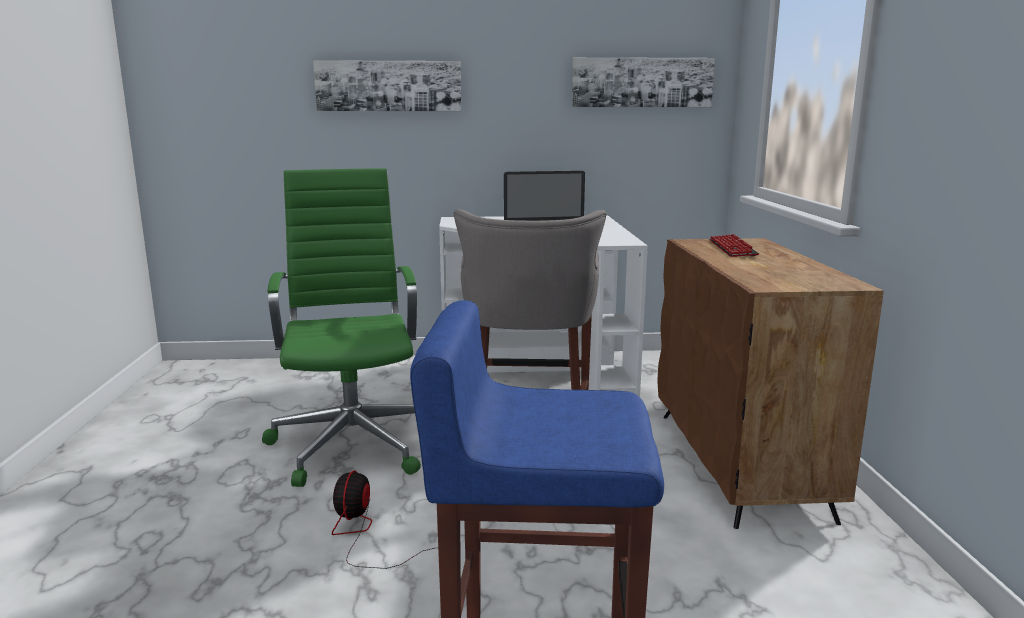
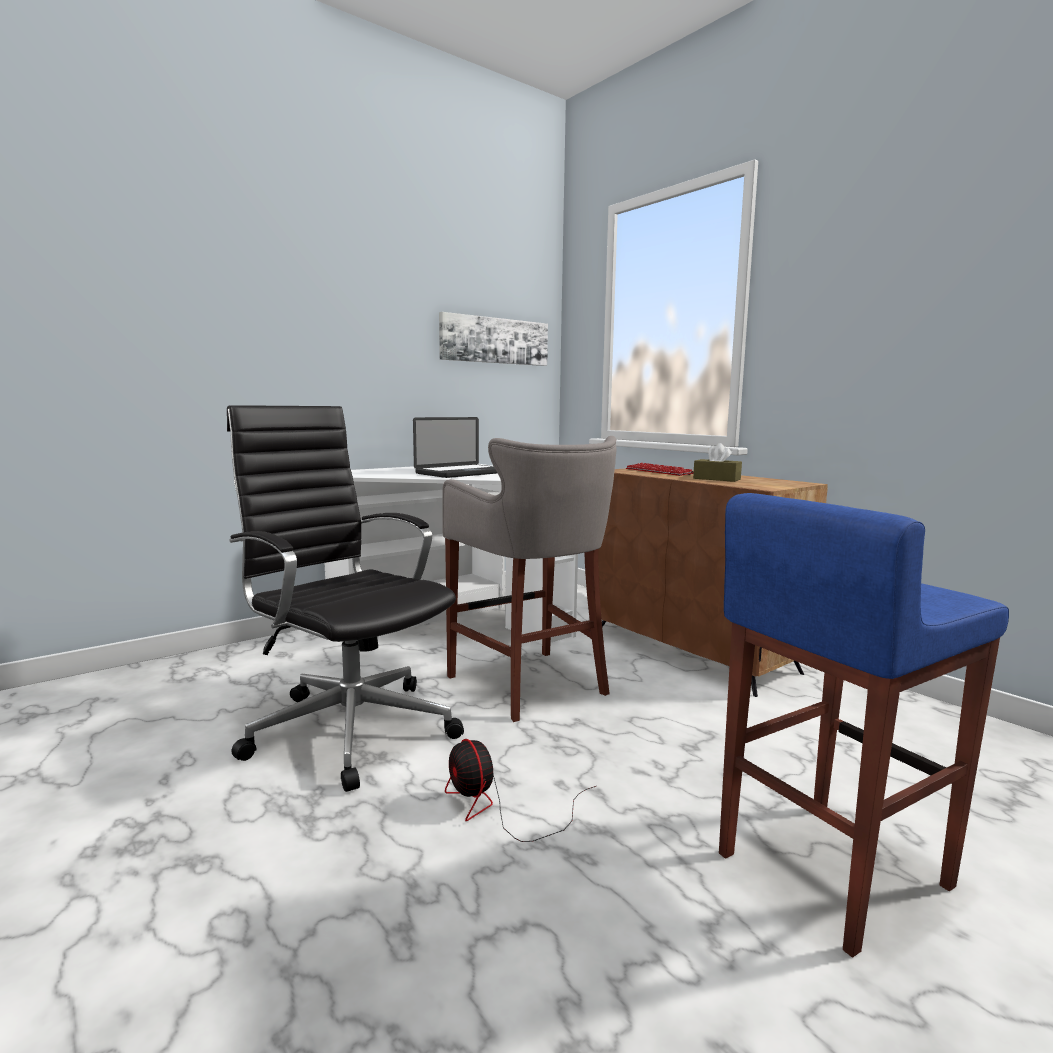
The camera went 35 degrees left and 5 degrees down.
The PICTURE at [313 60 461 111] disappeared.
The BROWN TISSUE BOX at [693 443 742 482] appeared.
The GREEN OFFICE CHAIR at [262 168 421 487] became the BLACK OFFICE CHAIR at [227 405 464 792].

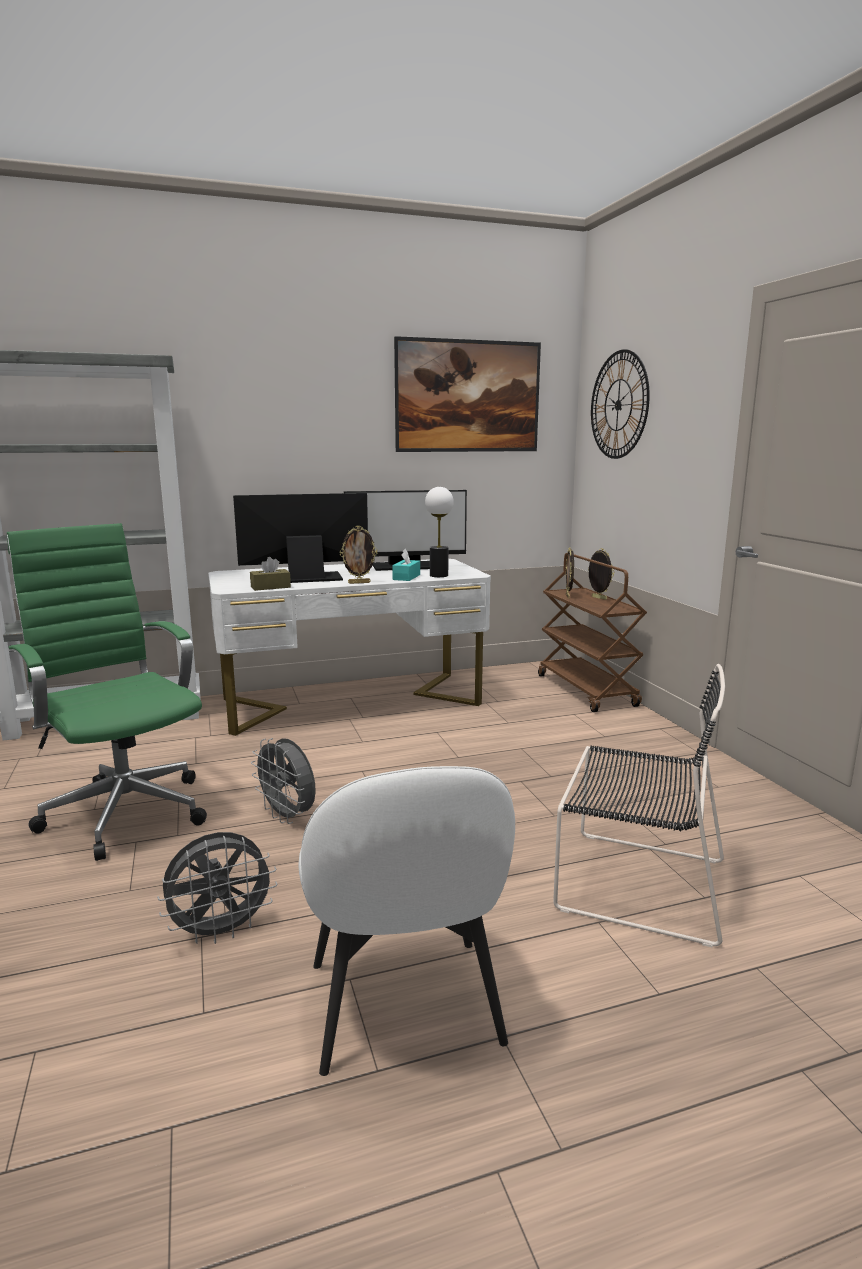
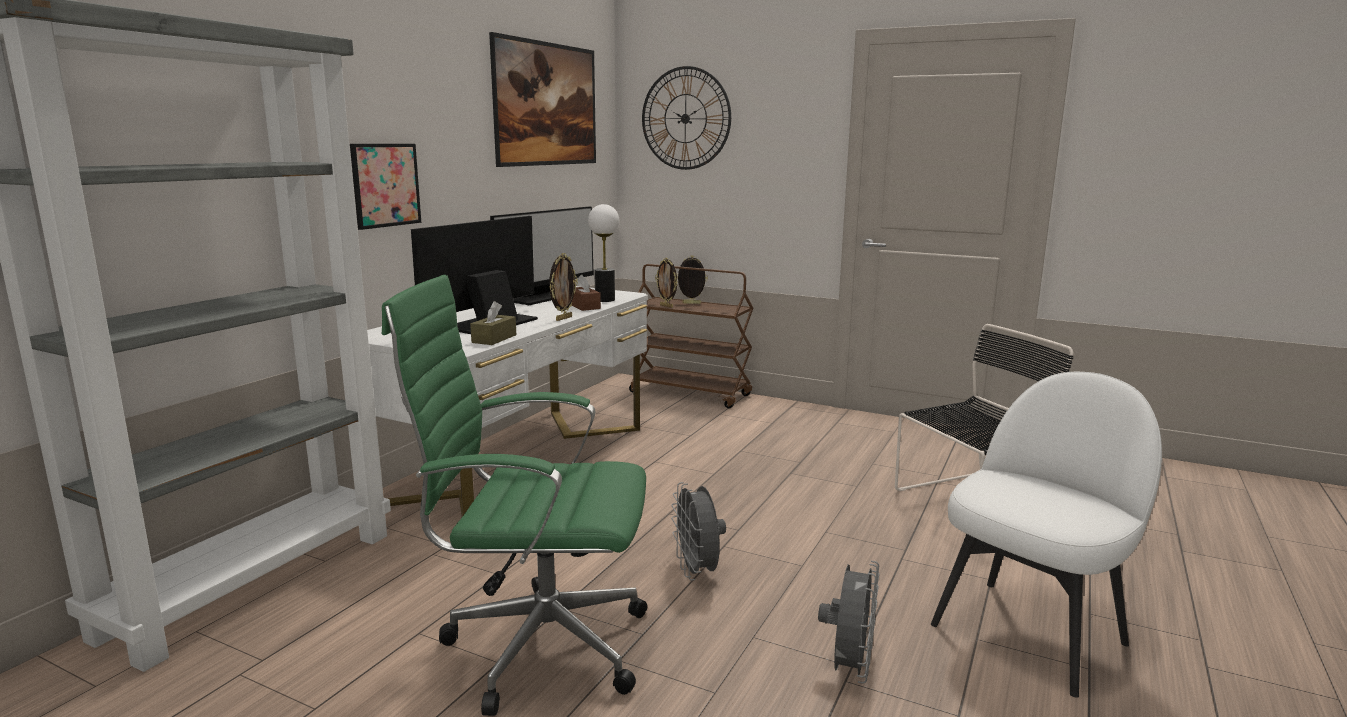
The camera went 45 degrees left and 0 degrees up.
The PICTURE at [350 144 421 230] appeared.
The TURQUOISE TISSUE BOX at [392 549 420 581] became the BROWN TISSUE BOX at [572 275 601 311].
The GREY FAN at [251 738 316 824] turned 75 degrees clockwise.
The WHITE CHAIR at [299 766 515 1076] turned 75 degrees counterclockwise.

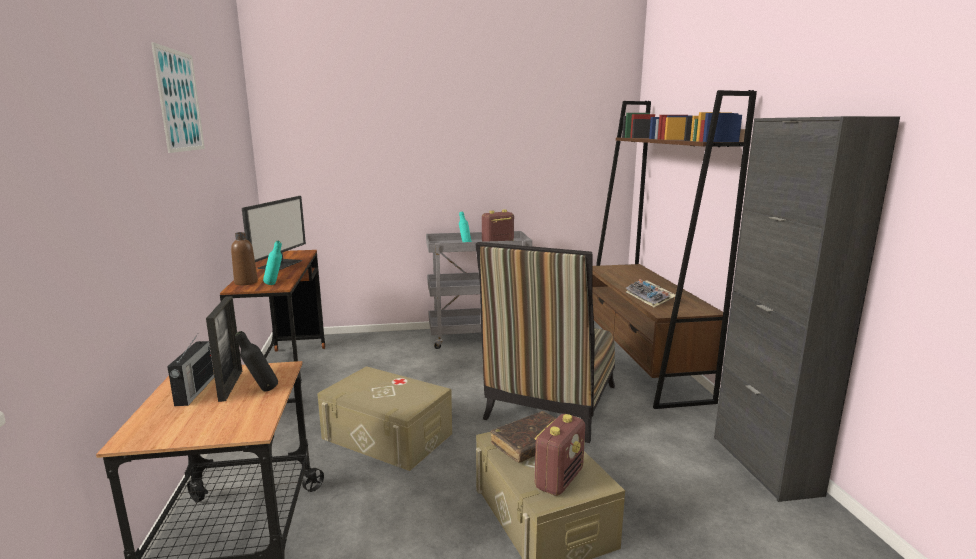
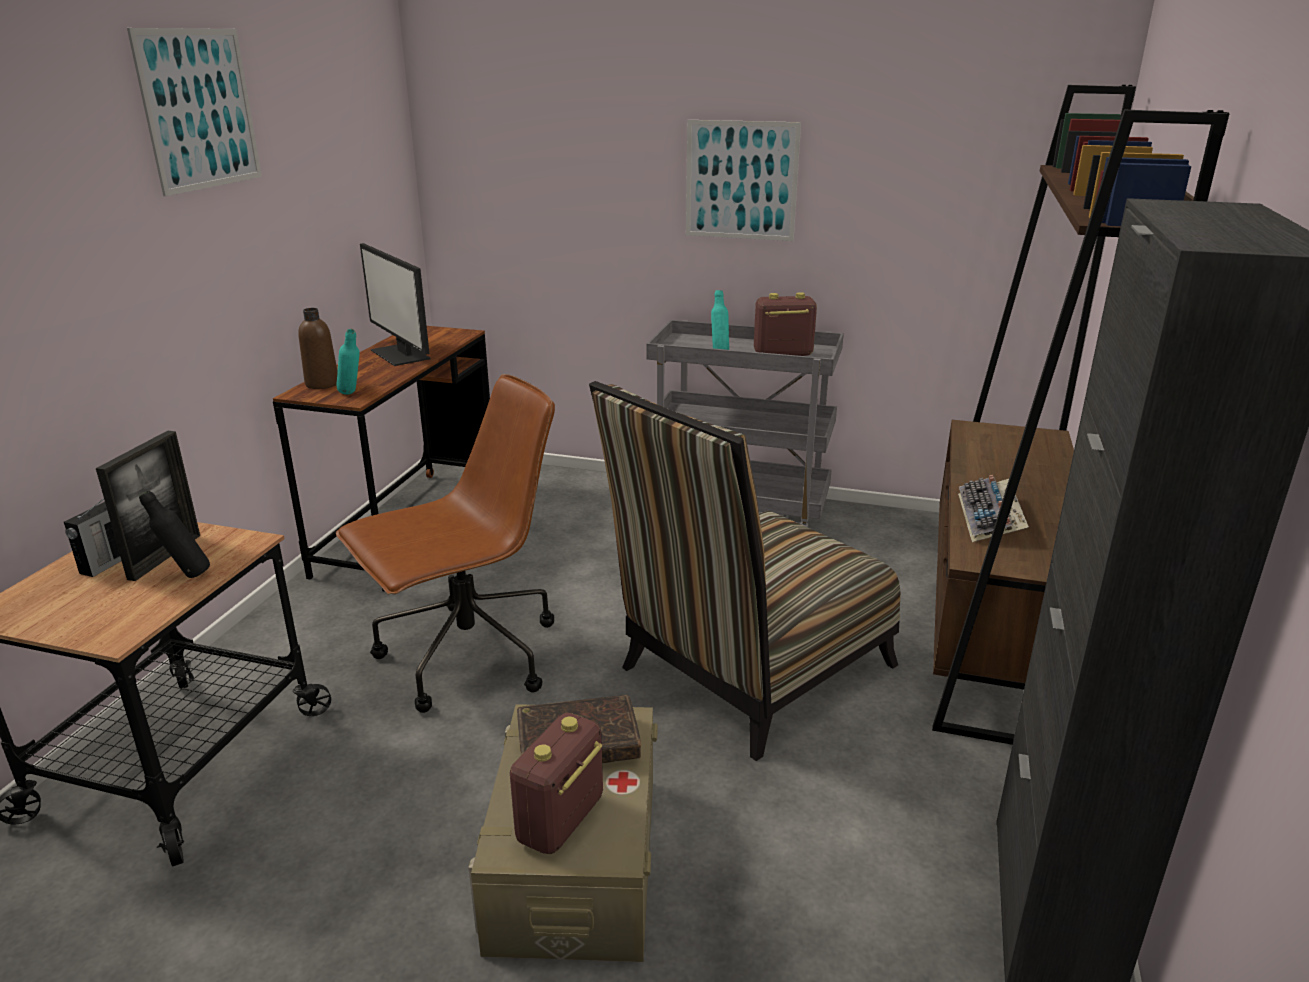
The camera went 25 degrees right and 10 degrees up.
The PICTURE at [686 120 801 241] appeared.
The BEIGE STORAGE BOX at [317 366 452 471] was replaced by the BROWN OFFICE CHAIR at [336 374 555 713].
The MONITOR at [242 196 306 270] turned 105 degrees clockwise.
The RADIO at [535 414 585 496] turned 150 degrees clockwise.

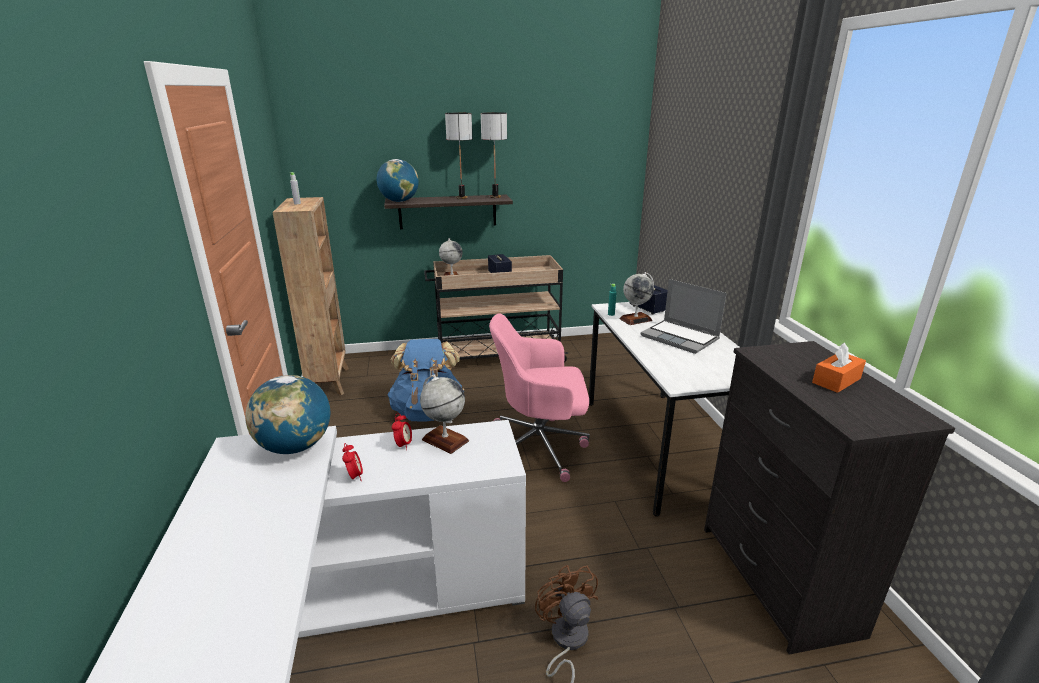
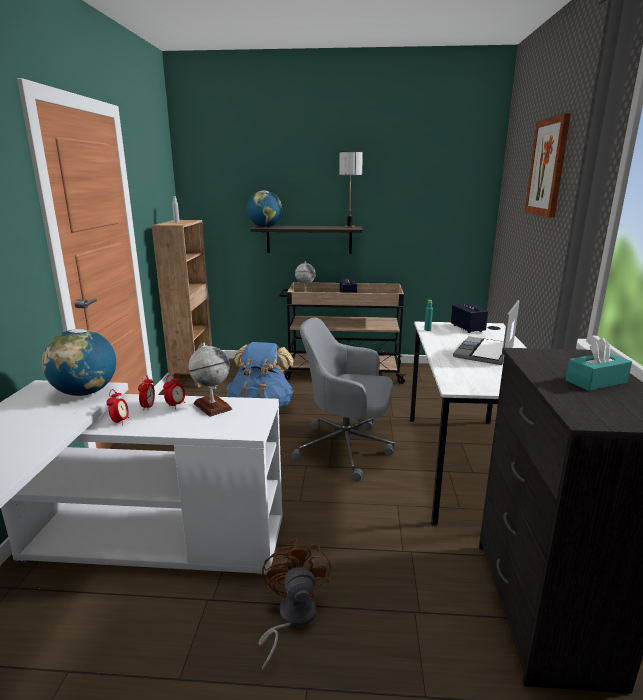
The camera went 15 degrees right and 5 degrees down.
The TABLE LAMP at [445 113 472 199] disappeared.
The GLOBE at [619 272 654 325] disappeared.
The ALARM CLOCK at [138 375 155 410] appeared.
The PICTURE at [525 113 571 217] appeared.
The PINK OFFICE CHAIR at [489 313 590 482] became the GREY OFFICE CHAIR at [291 317 394 481].
The ORANGE TISSUE BOX at [812 343 866 393] became the TURQUOISE TISSUE BOX at [566 338 632 391].
The LAPTOP at [641 279 727 354] turned 60 degrees clockwise.

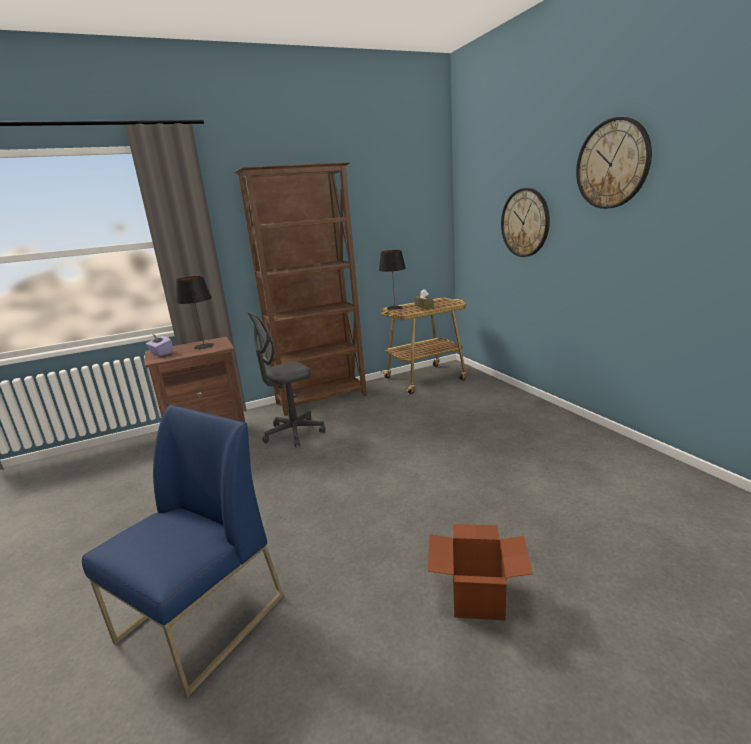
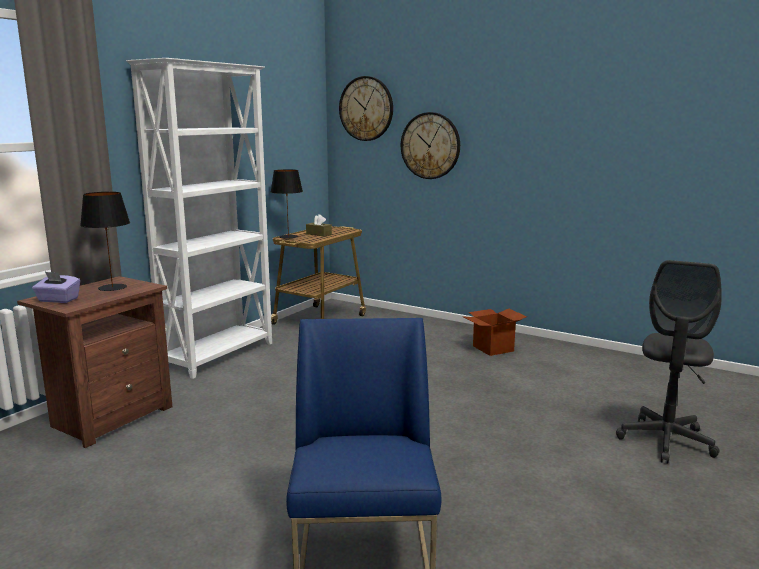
The camera went 35 degrees left and 5 degrees down.
The GREY OFFICE CHAIR moved from [247 311 325 447] to [616 260 722 464].
The CARDBOARD BOX moved from [428 524 533 620] to [464 309 527 356].
The WALL CLOCK moved from [576 117 652 209] to [339 76 393 141].
The BROWN BOOKCASE at [234 162 367 416] became the WHITE BOOKCASE at [126 58 272 379].

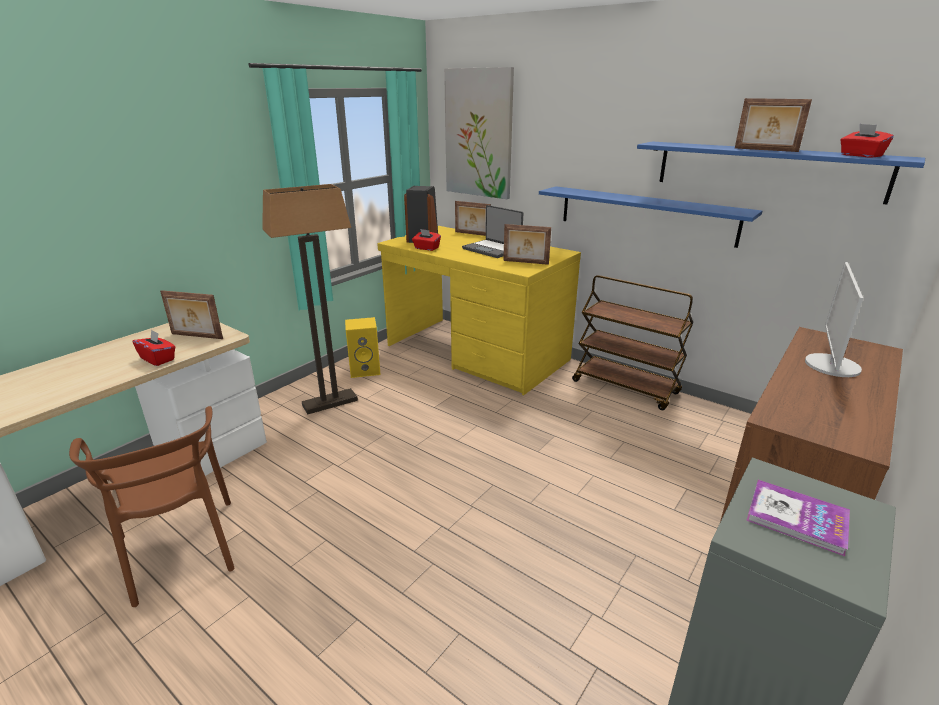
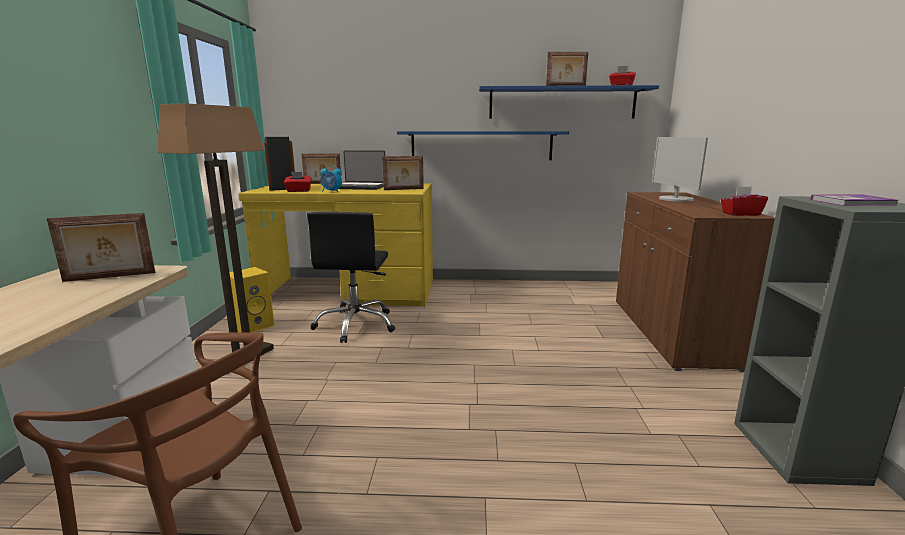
The camera went 35 degrees left and 10 degrees down.
The PICTURE at [444 67 514 199] disappeared.
The BROWN CART at [572 275 693 410] disappeared.
The BLACK OFFICE CHAIR at [307 212 395 343] appeared.
The ALARM CLOCK at [320 165 342 192] appeared.
The RED TISSUE BOX moved from [133 329 175 366] to [721 186 768 216].

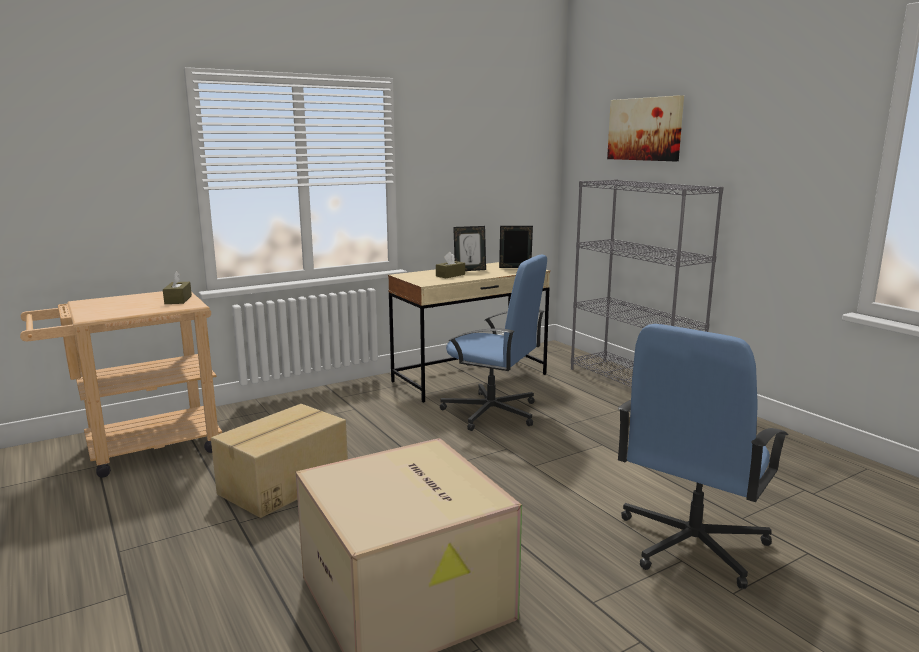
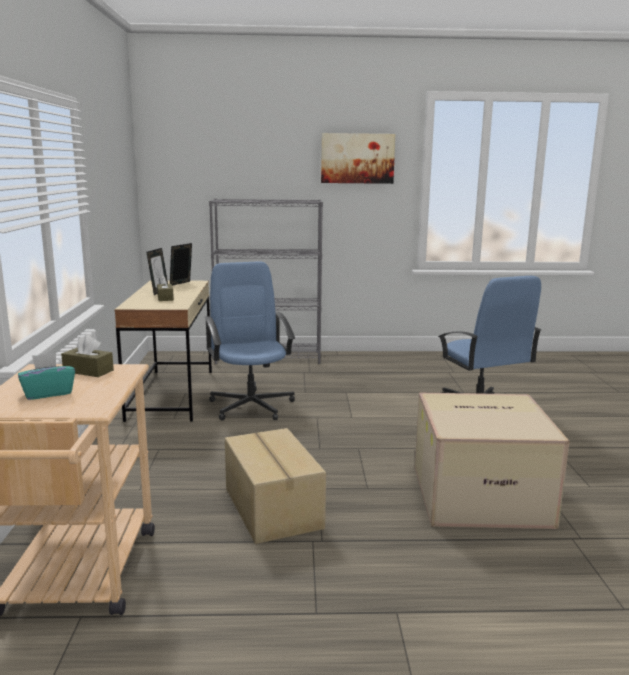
The camera went 60 degrees left and 0 degrees up.
The TURQUOISE TISSUE BOX at [18 353 75 400] appeared.
The PICTURE moved from [607 95 684 161] to [321 133 395 184].
The BLUE OFFICE CHAIR at [440 254 547 431] turned 75 degrees counterclockwise.

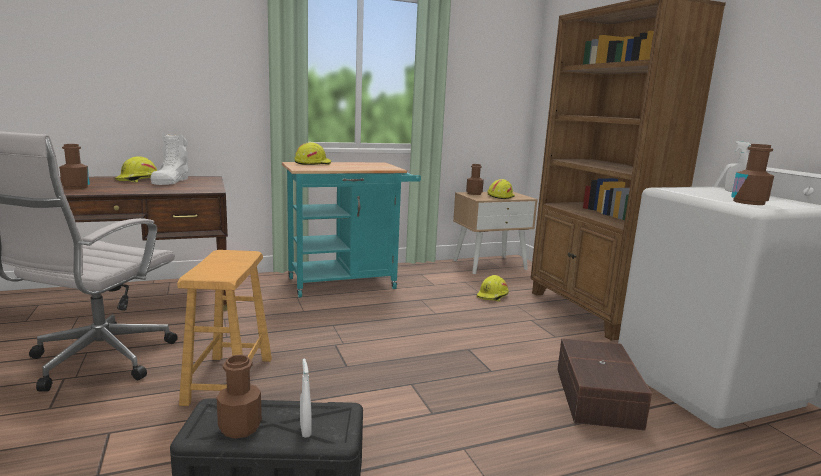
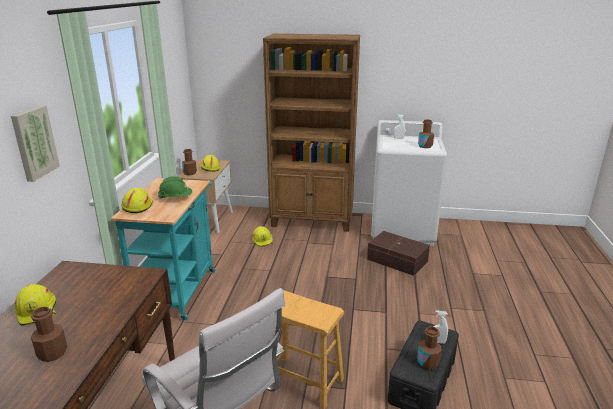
The camera went 60 degrees left and 10 degrees up.
The WHITE BOOT at [151 134 189 185] disappeared.
The PICTURE at [11 105 60 182] appeared.
The GREEN HARD HAT at [158 176 192 199] appeared.

